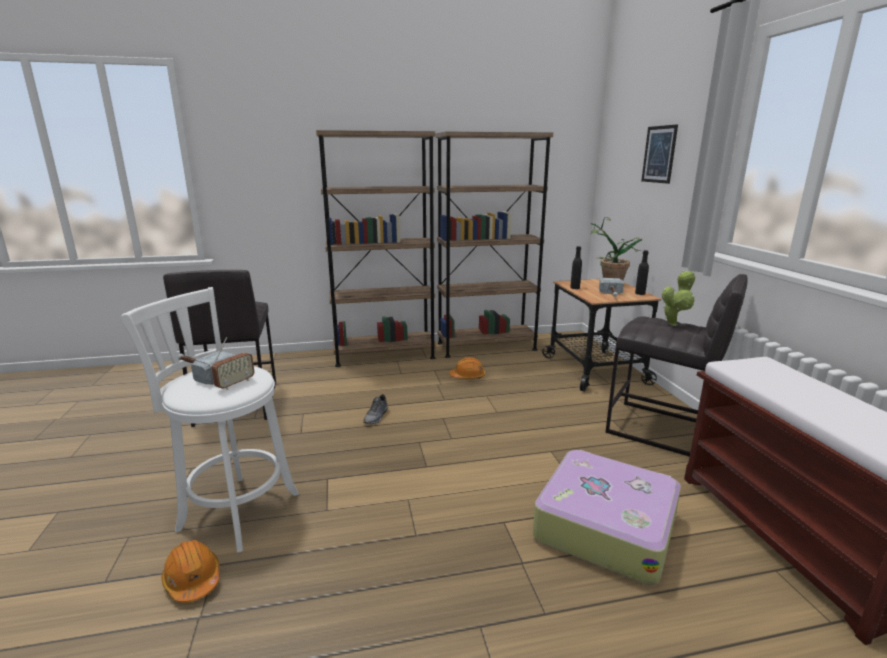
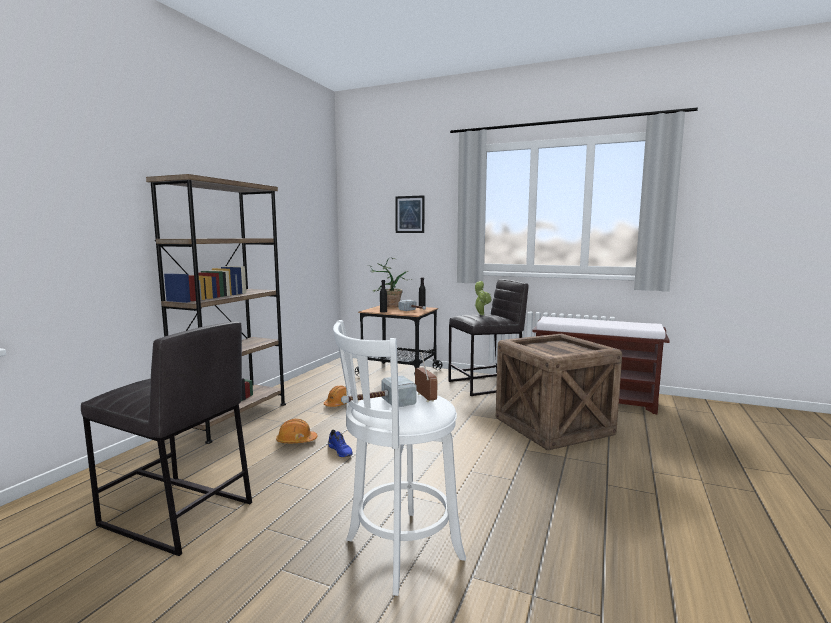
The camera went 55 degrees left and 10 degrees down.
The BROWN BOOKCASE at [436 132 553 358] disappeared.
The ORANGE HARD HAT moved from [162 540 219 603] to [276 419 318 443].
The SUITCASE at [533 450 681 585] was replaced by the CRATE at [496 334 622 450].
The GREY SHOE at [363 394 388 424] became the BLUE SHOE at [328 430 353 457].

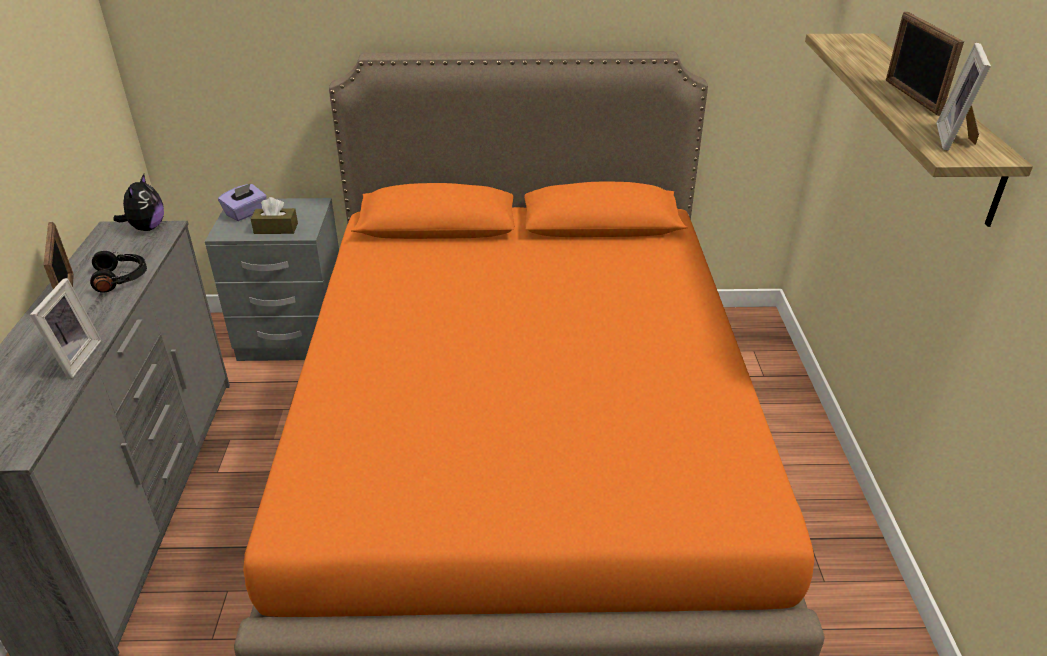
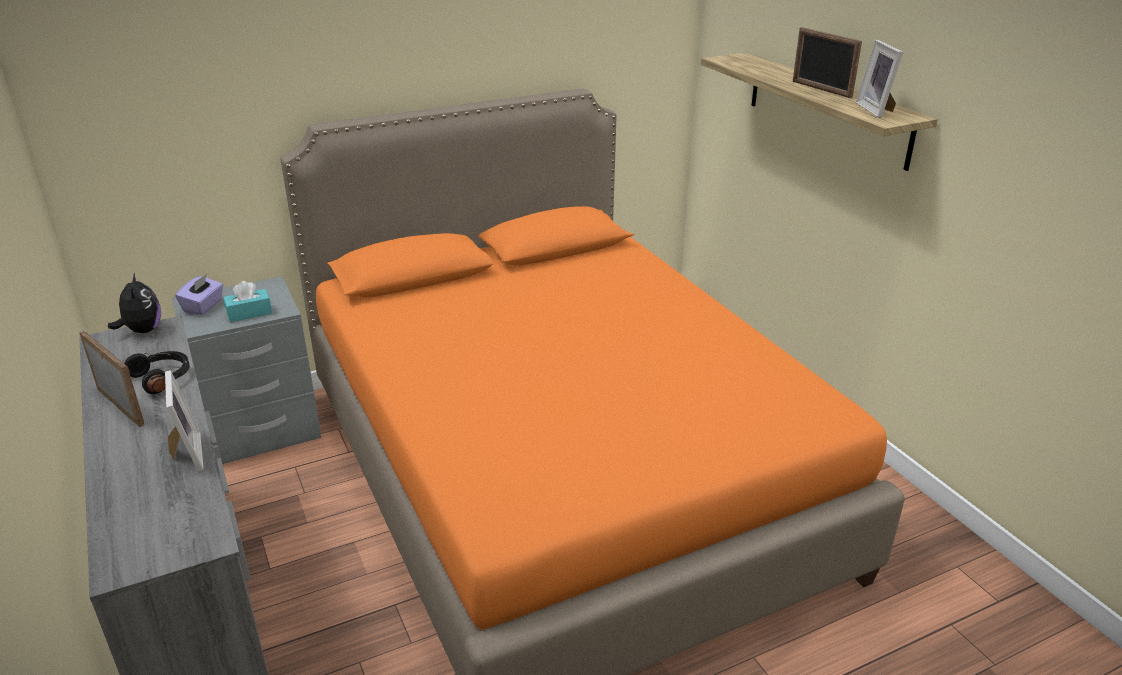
The camera went 25 degrees left and 5 degrees down.
The BROWN TISSUE BOX at [251 197 298 234] became the TURQUOISE TISSUE BOX at [223 281 272 322].

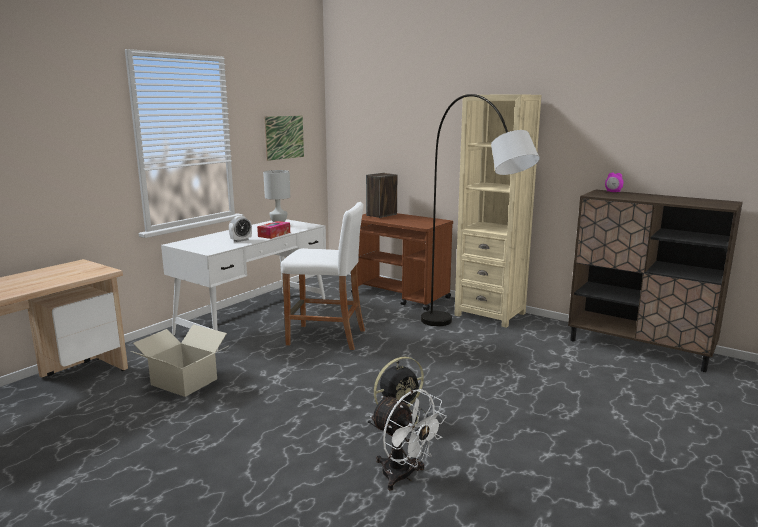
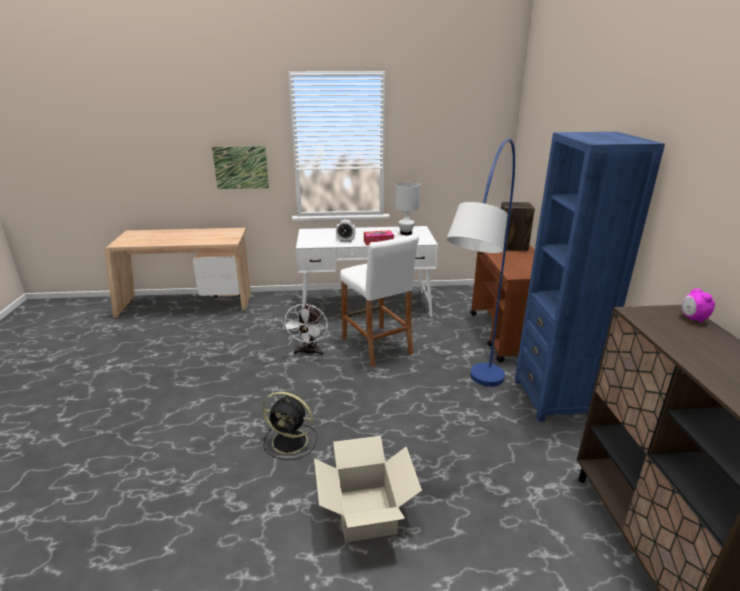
The camera went 50 degrees right and 10 degrees up.
The CARDBOARD BOX moved from [131 325 228 397] to [314 436 422 542].
The PICTURE moved from [265 116 304 161] to [212 146 269 189].
The WHITE FAN moved from [370 389 446 491] to [283 304 328 356].
The GREY FLOOR LAMP at [421 94 540 326] became the BLUE FLOOR LAMP at [446 138 515 386].
The BEIGE BOOKCASE at [454 94 541 328] became the BLUE BOOKCASE at [515 132 665 422].

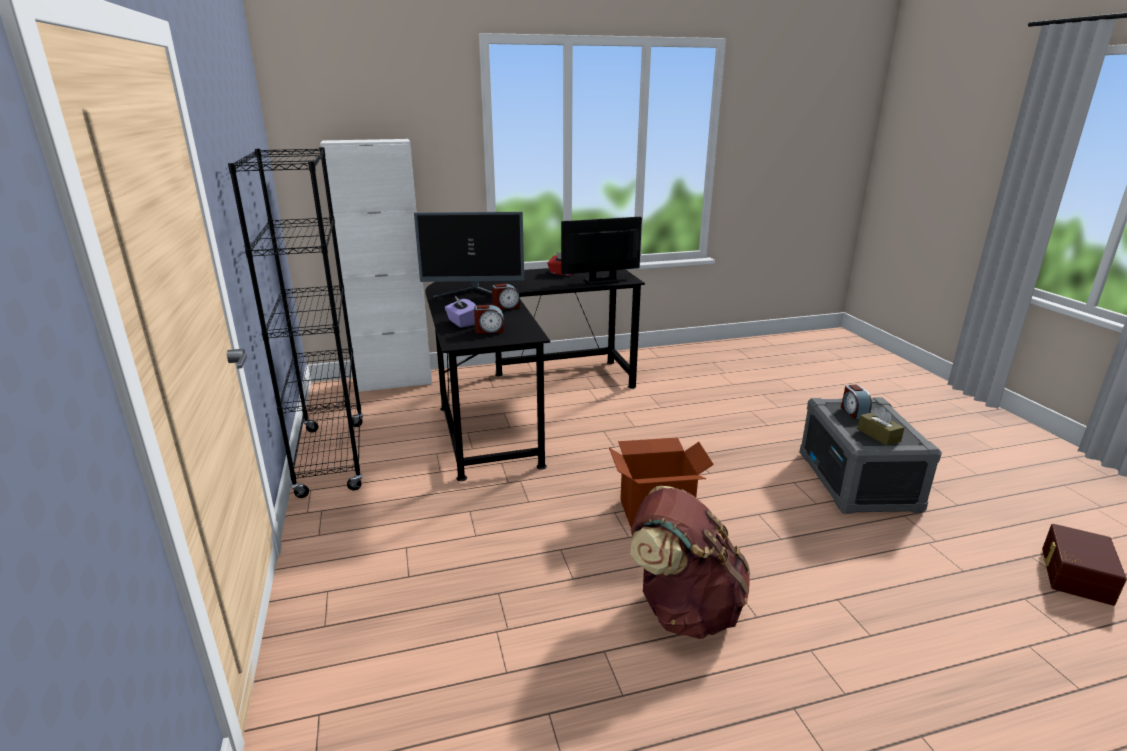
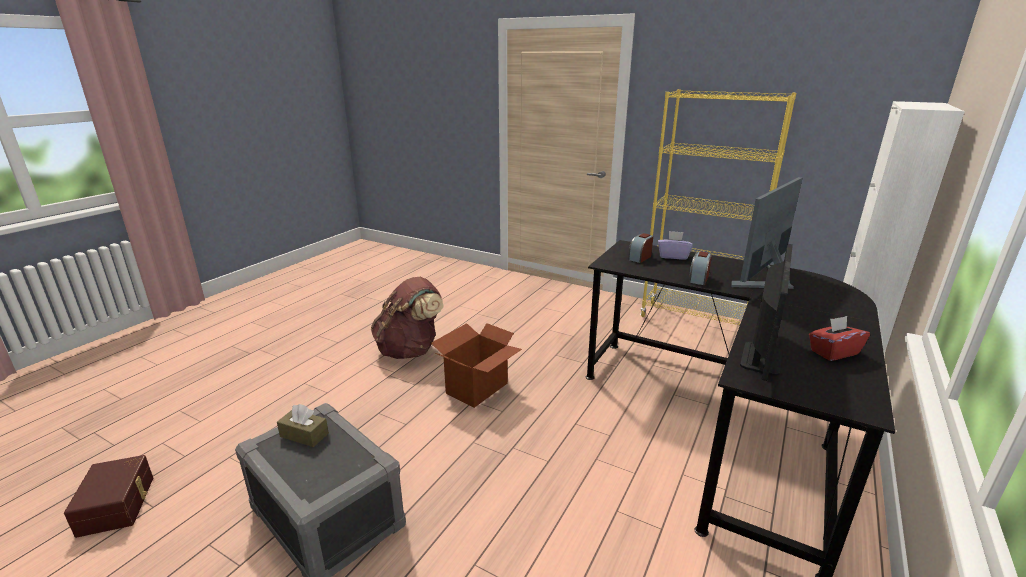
The camera went 135 degrees right and 0 degrees up.
The ALARM CLOCK at [841 385 872 419] disappeared.
The BLACK BOOKCASE at [228 147 364 498] became the YELLOW BOOKCASE at [640 89 796 325].

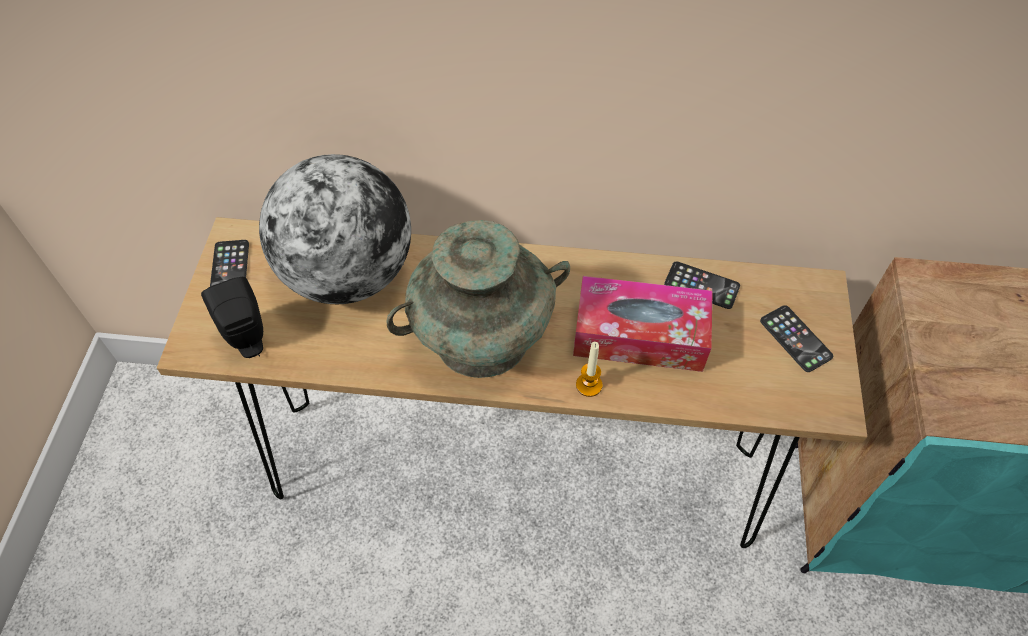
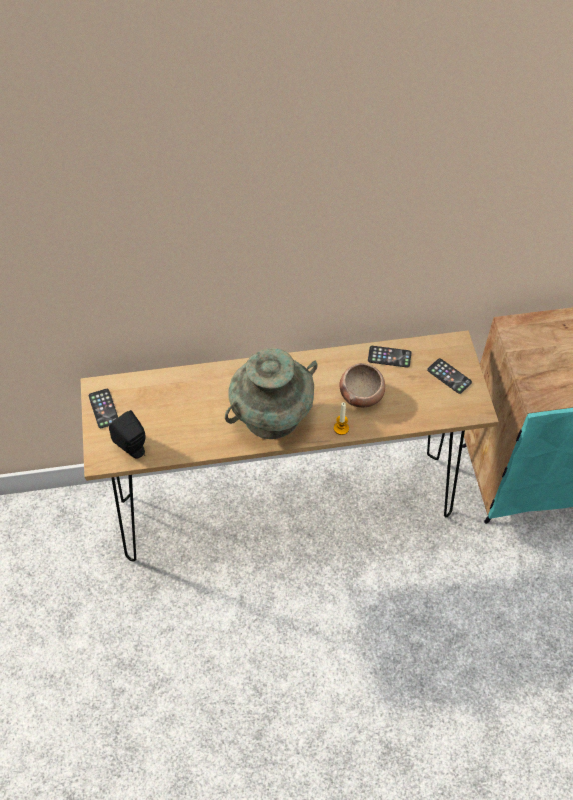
The camera went 15 degrees left and 0 degrees up.
The GLOBE at [259 154 411 304] disappeared.
The TISSUE BOX at [573 276 713 372] was replaced by the BOWL at [339 363 385 408].

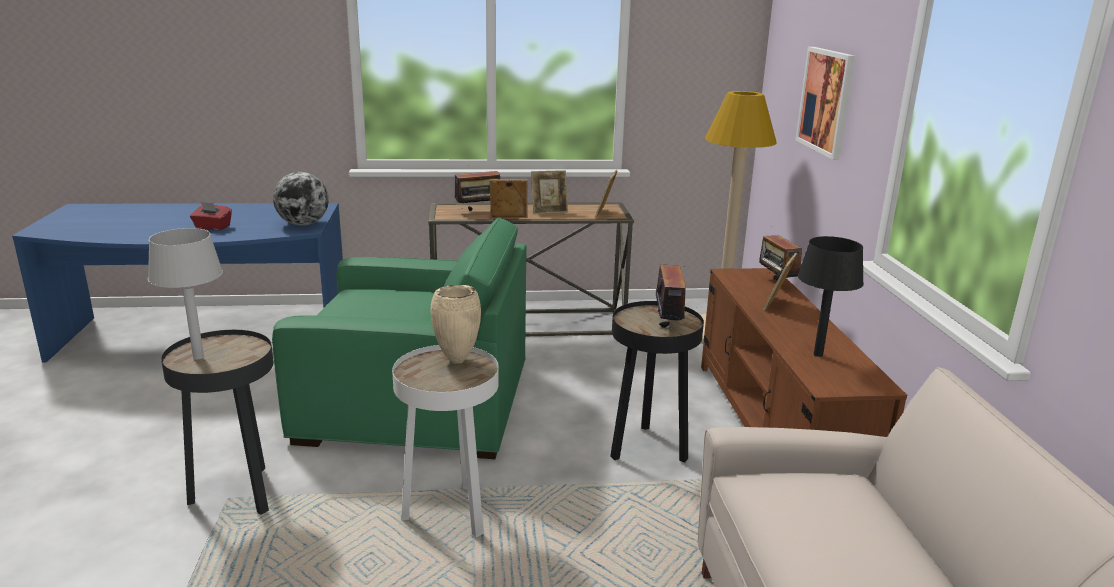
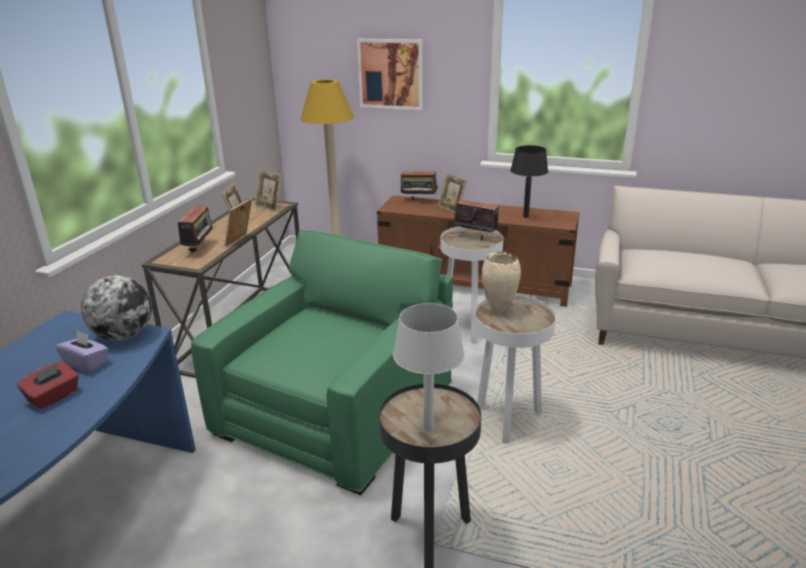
The camera went 65 degrees left and 5 degrees up.
The PURPLE TISSUE BOX at [56 331 108 373] appeared.
The BLACK SIDE TABLE at [610 301 704 463] became the WHITE SIDE TABLE at [440 226 503 343].

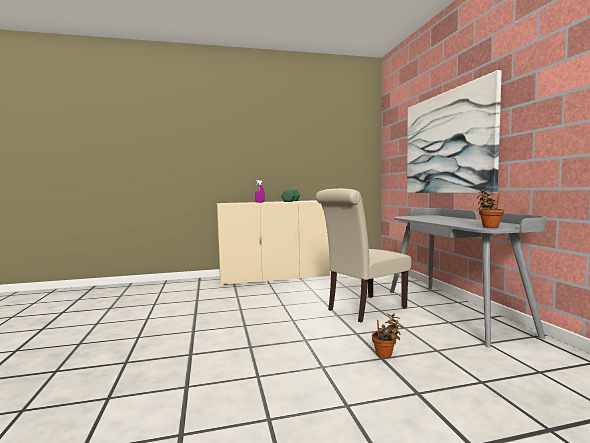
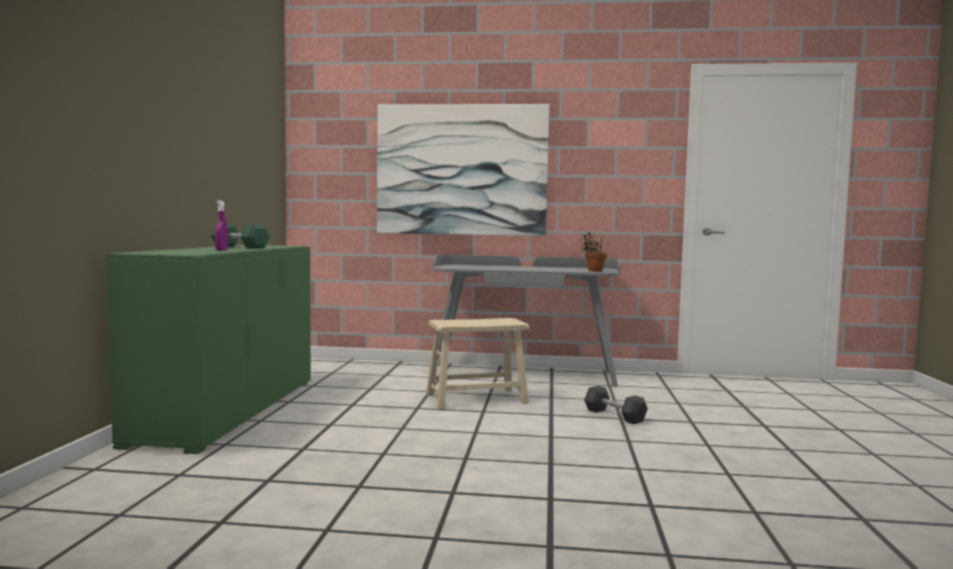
The camera went 70 degrees left and 0 degrees up.
The BEIGE CHAIR at [316 189 411 323] was replaced by the BEIGE STOOL at [426 318 529 410].
The POTTED PLANT at [372 314 403 358] was replaced by the GREY DUMBBELL at [584 386 648 424].
The BEIGE CABINET at [217 200 331 286] became the GREEN CABINET at [106 245 311 454].

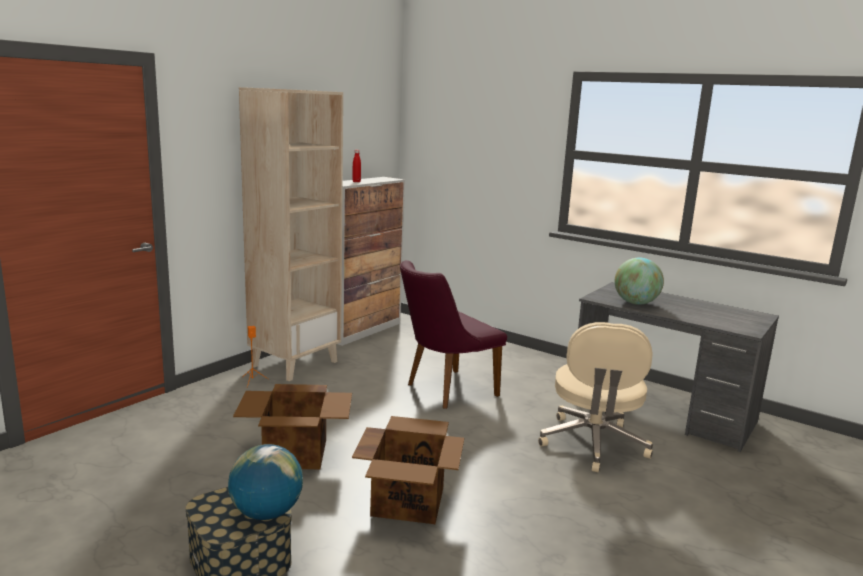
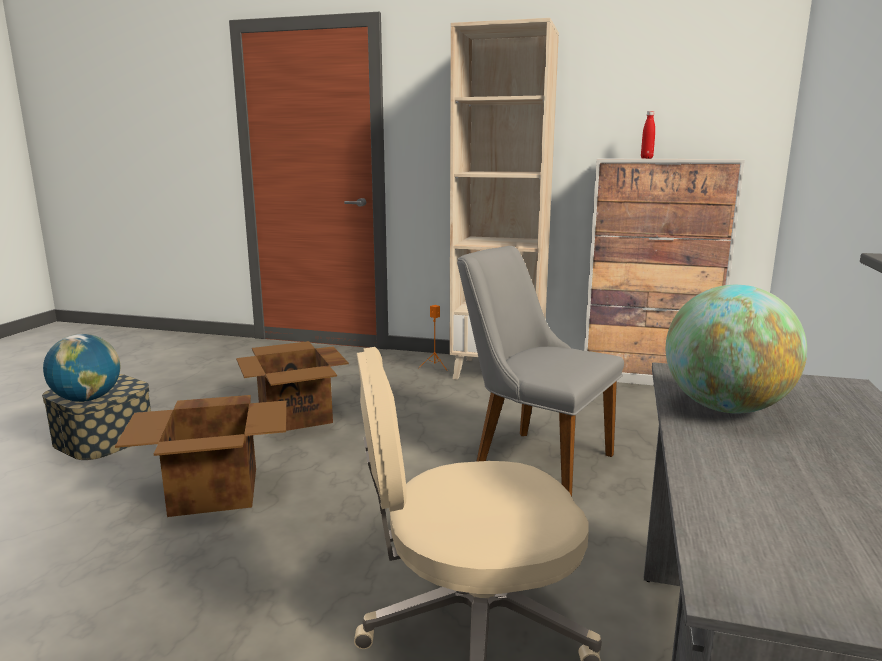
The camera went 70 degrees right and 0 degrees up.
The PURPLE CHAIR at [400 260 507 409] became the GREY CHAIR at [457 246 624 497].

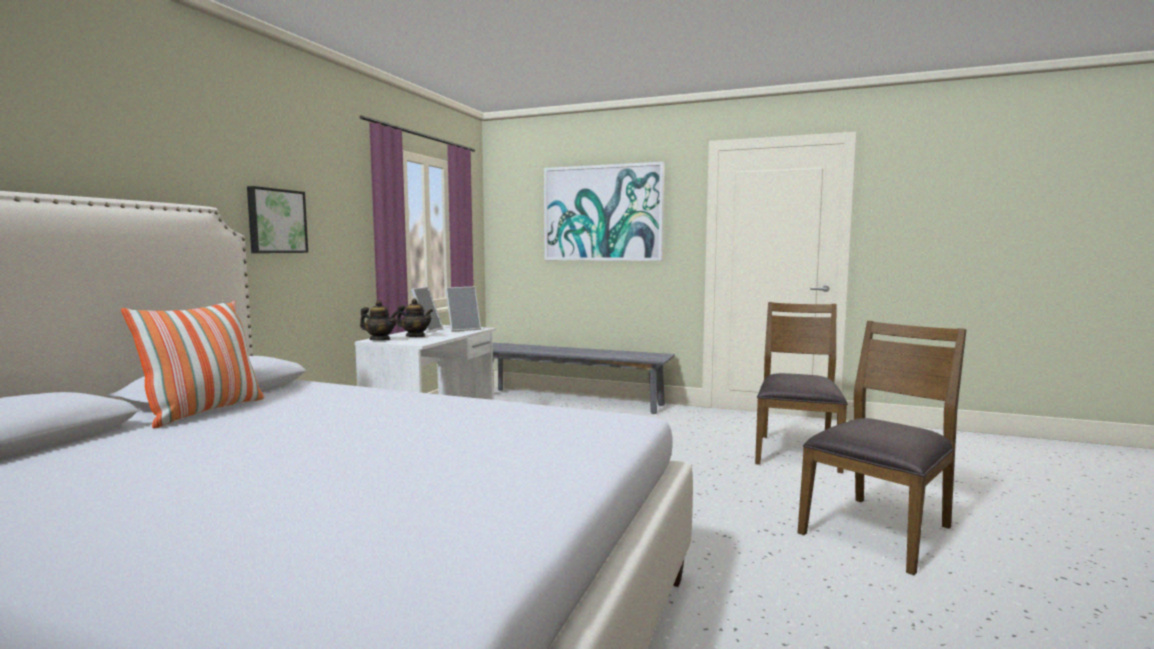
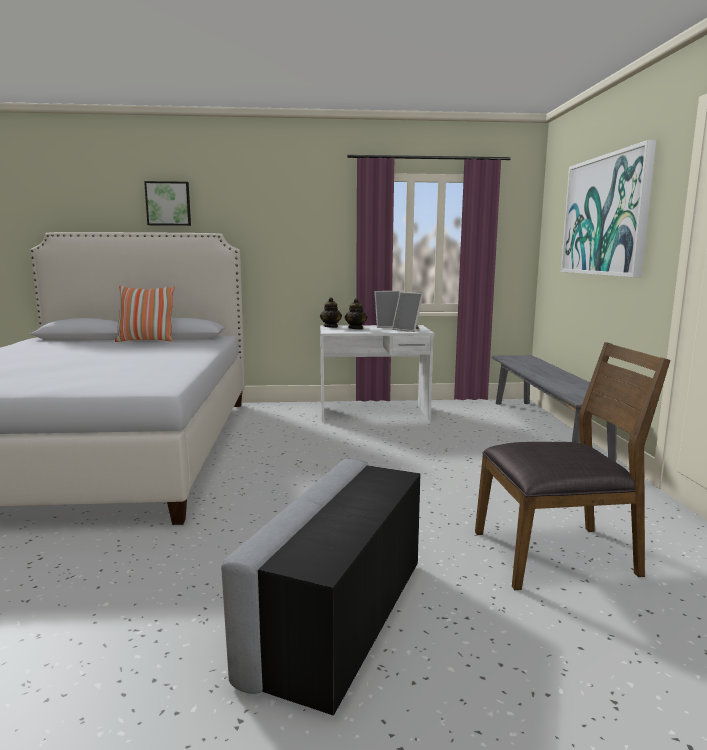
The camera went 65 degrees right and 5 degrees up.
The PICTURE moved from [247 186 308 253] to [144 181 191 226].
The BROWN CHAIR at [798 321 966 575] was replaced by the GREY OTTOMAN at [221 458 421 716].

